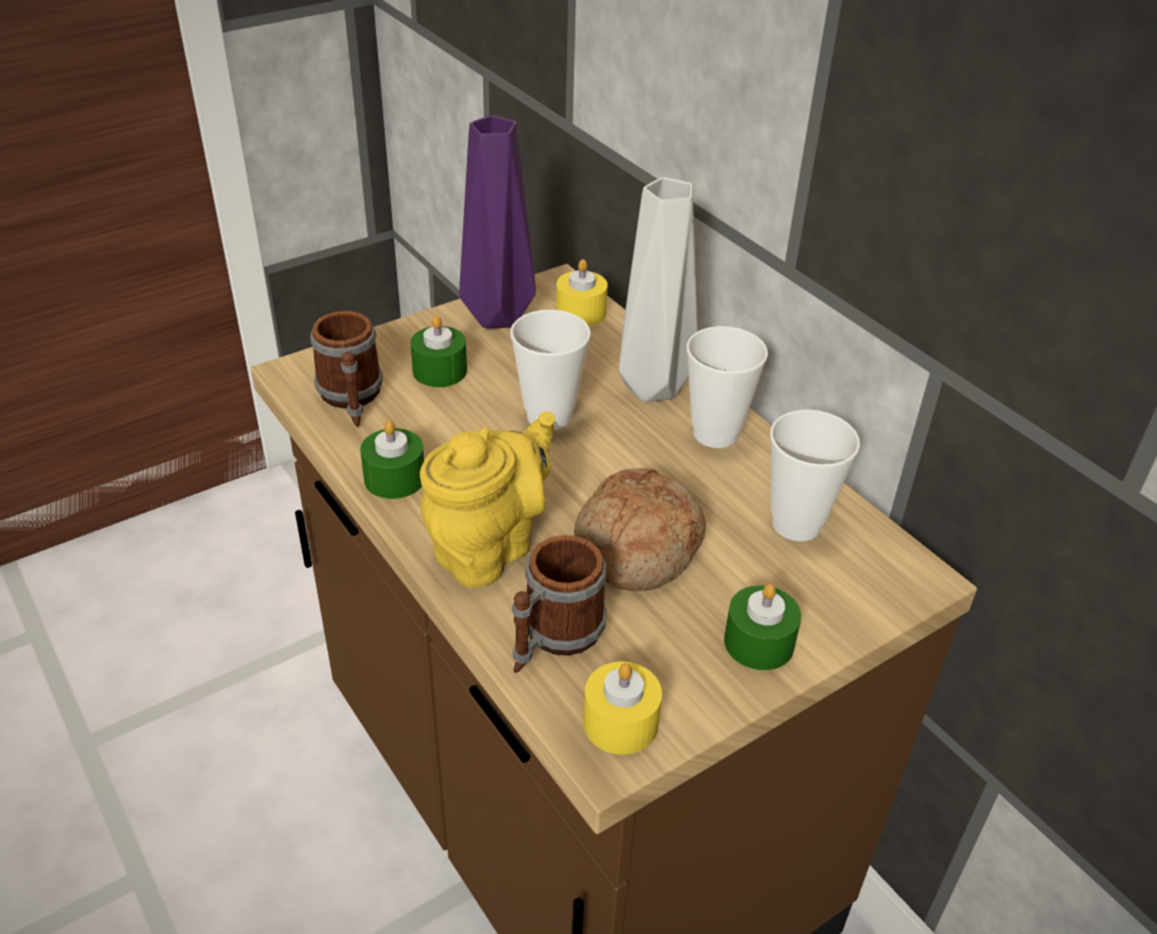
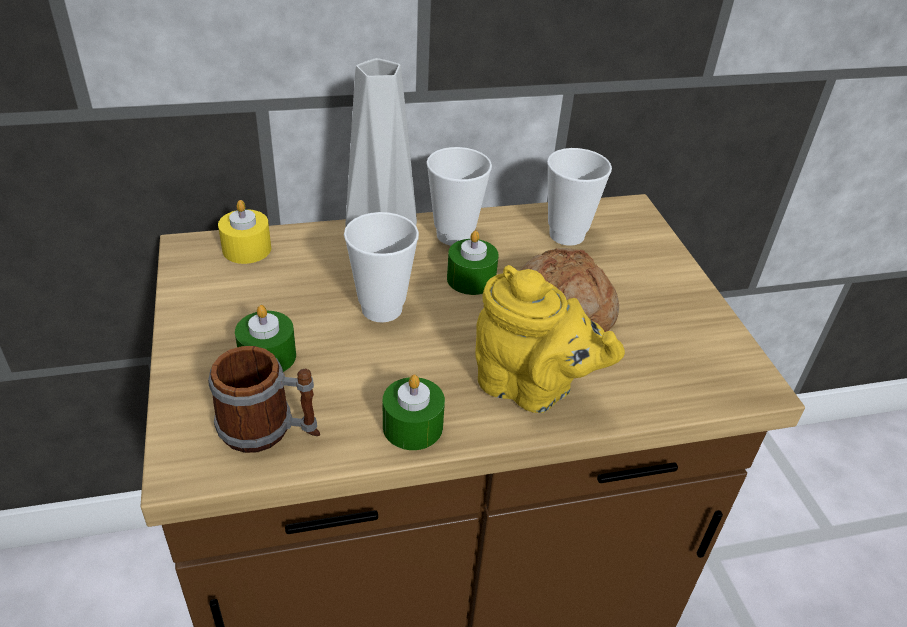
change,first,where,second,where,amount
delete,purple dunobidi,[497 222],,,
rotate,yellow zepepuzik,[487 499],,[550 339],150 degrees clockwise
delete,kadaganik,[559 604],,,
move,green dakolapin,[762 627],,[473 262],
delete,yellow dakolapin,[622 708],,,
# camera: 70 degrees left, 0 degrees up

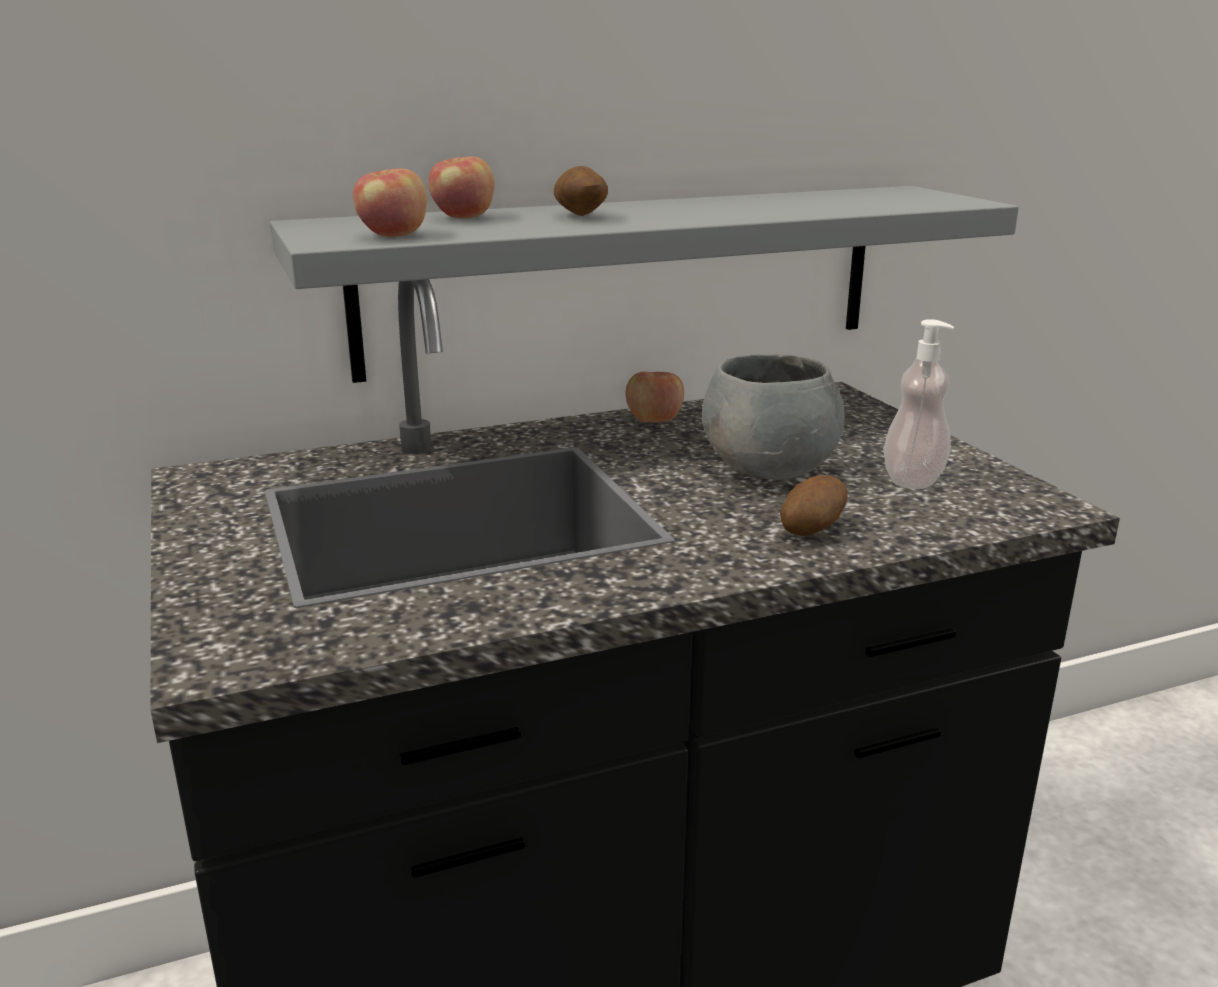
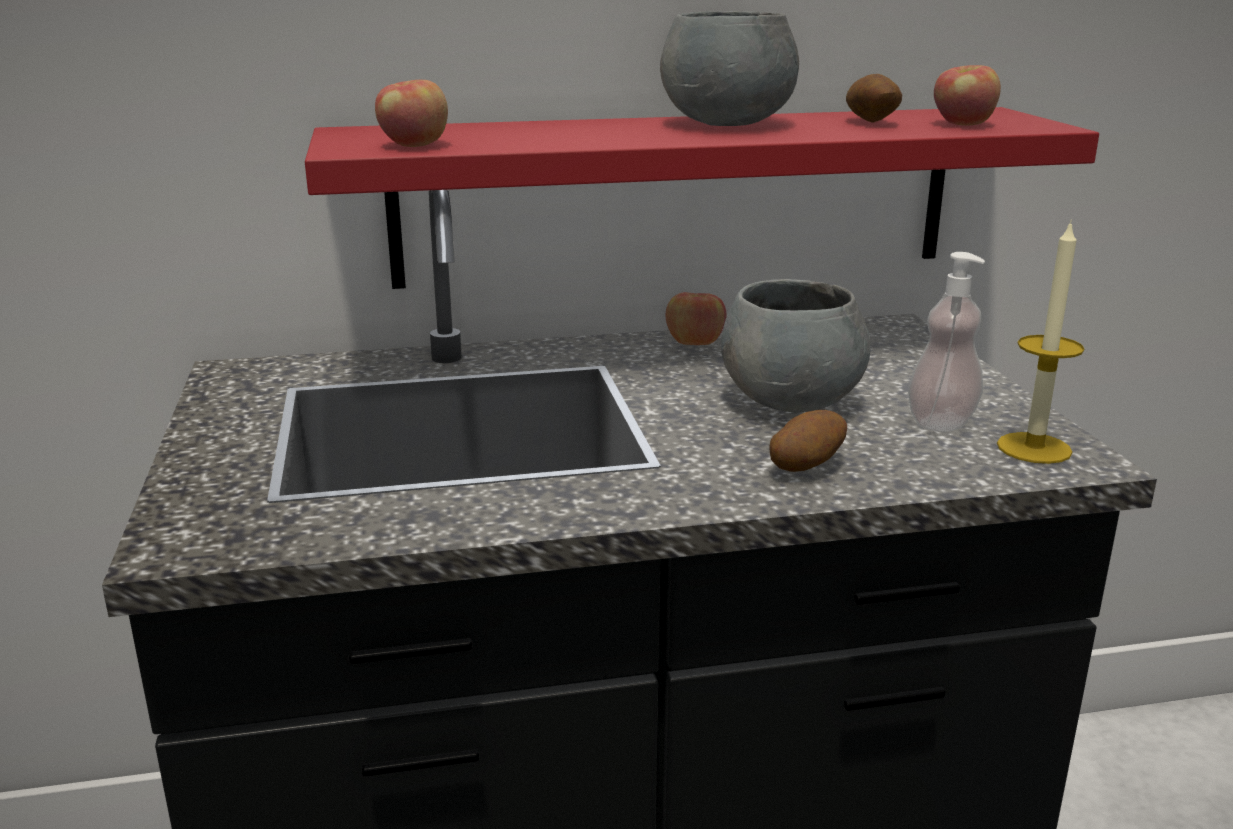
change,first,where,second,where,amount
move,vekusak,[461 188],,[967 95],
move,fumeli,[581 191],,[874 98],
recolor,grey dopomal,[644 284],red dopomal,[702 198],
insert,,,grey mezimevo,[729 68],
insert,,,dakolapin,[1041 342],
# camera: 10 degrees right, 0 degrees up

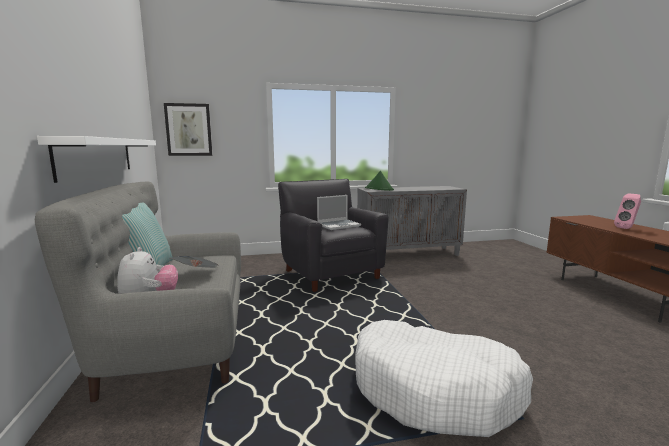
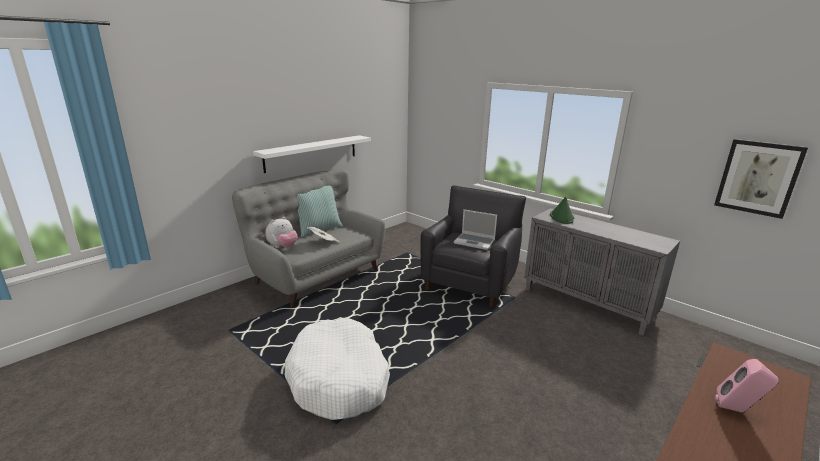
change,first,where,second,where,amount
move,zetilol,[188 129],,[761 179],
# camera: 55 degrees right, 10 degrees up

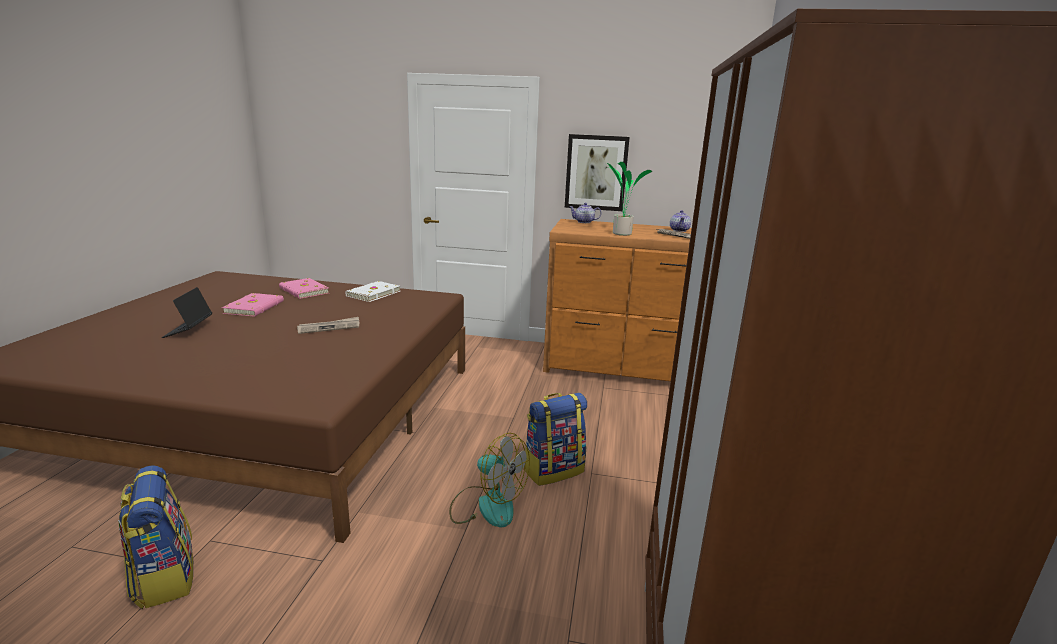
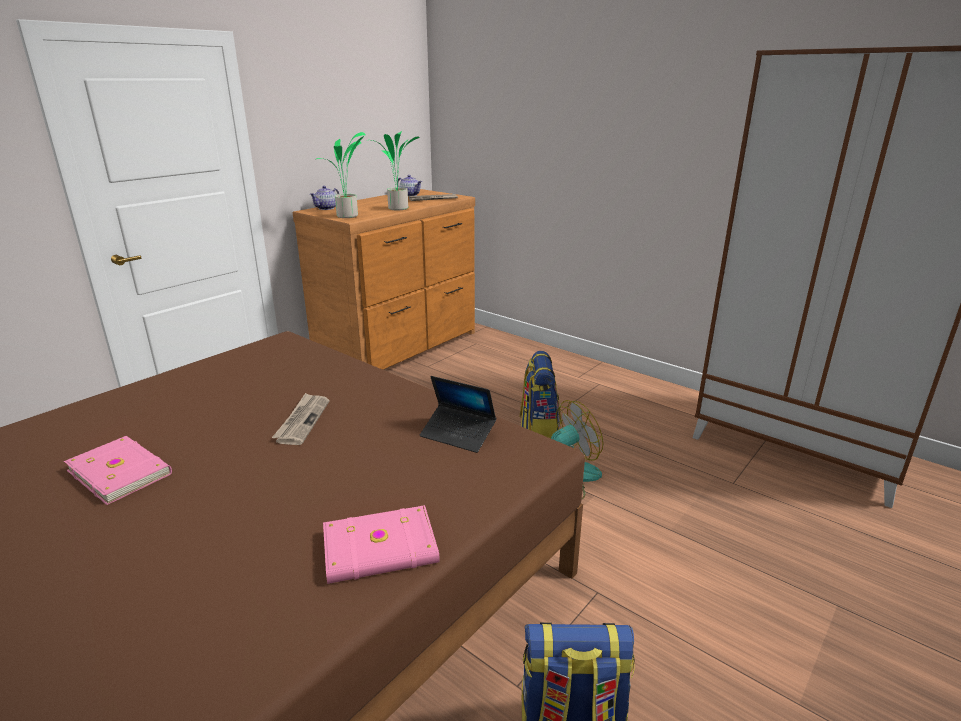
change,first,where,second,where,amount
delete,zetilol,[597 172],,,
move,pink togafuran,[304 288],,[381 544],
delete,white togafuran,[372 291],,,
move,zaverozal,[187 312],,[458 414],
insert,,,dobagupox,[341 175],
# camera: 60 degrees left, 5 degrees up

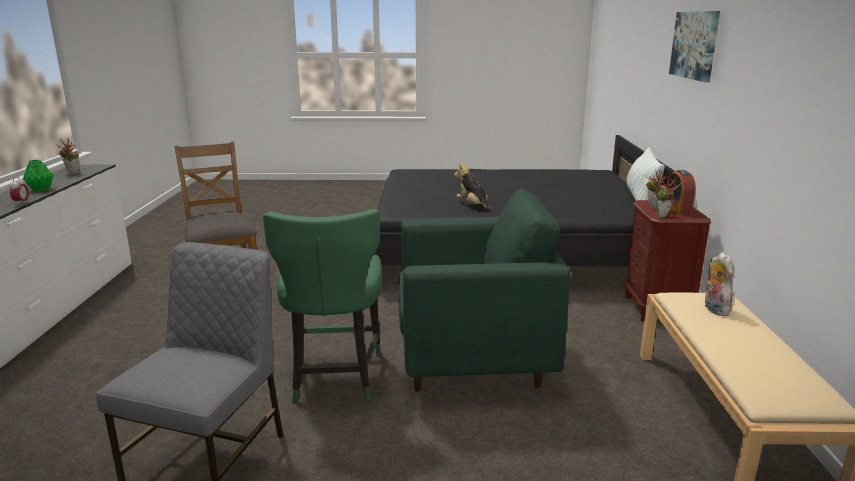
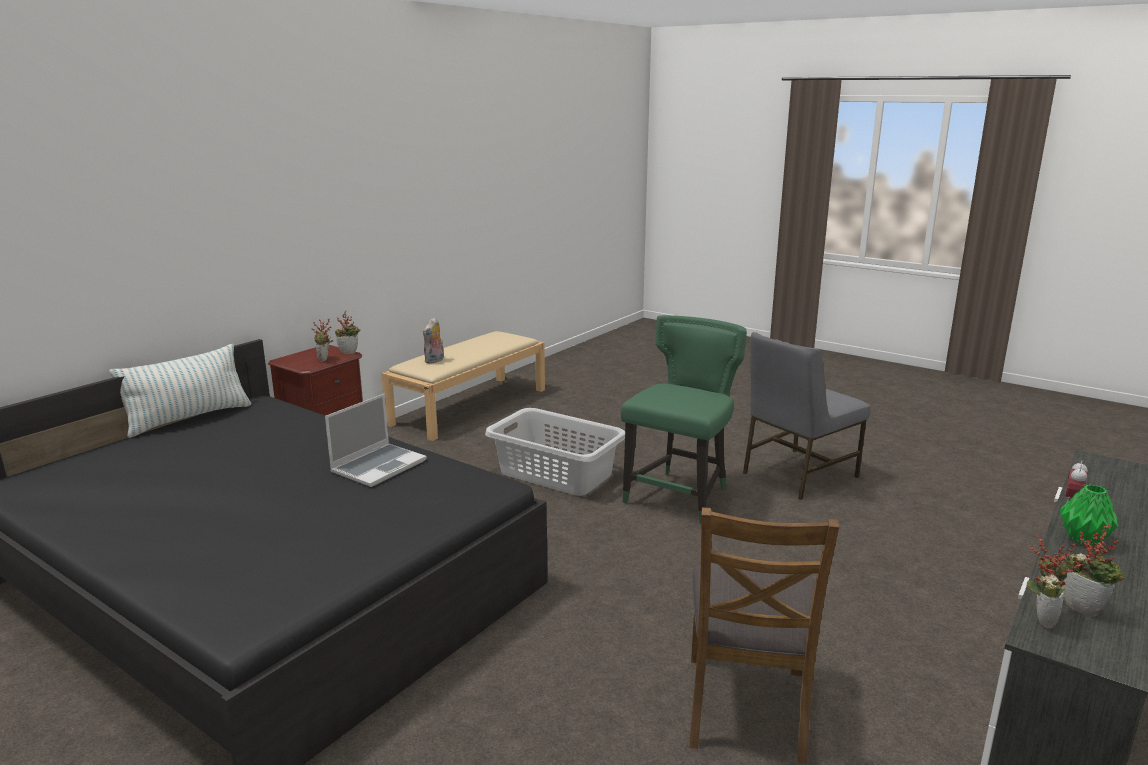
change,first,where,second,where,amount
delete,zetilol,[694 46],,,
replace,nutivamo,[473 187],zaverozal,[376 440],
delete,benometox,[681 192],,,
replace,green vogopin,[484 290],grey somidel,[555 452],
insert,,,dobagupox,[1054 582],
# camera: 145 degrees left, 0 degrees up

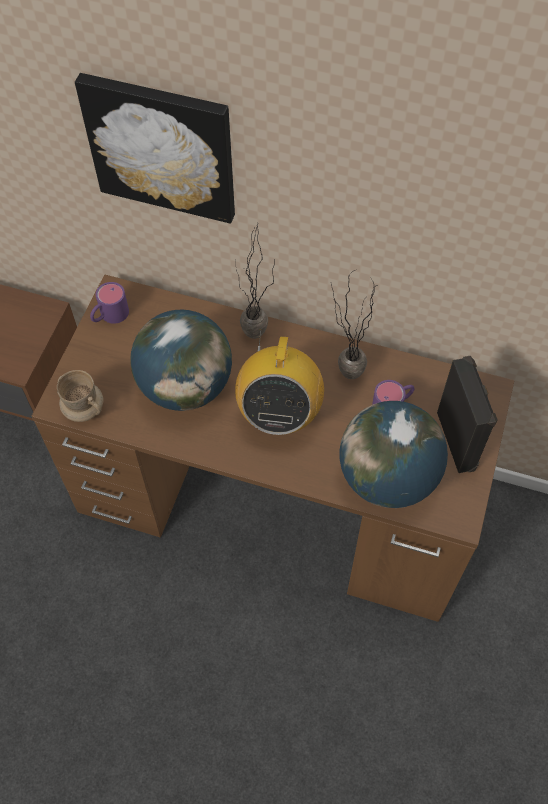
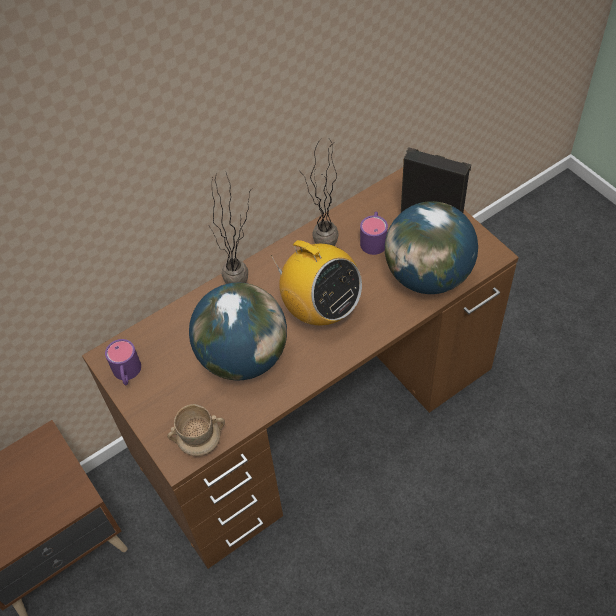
change,first,where,second,where,amount
delete,zetilol,[155 148],,,
# camera: 50 degrees left, 5 degrees down

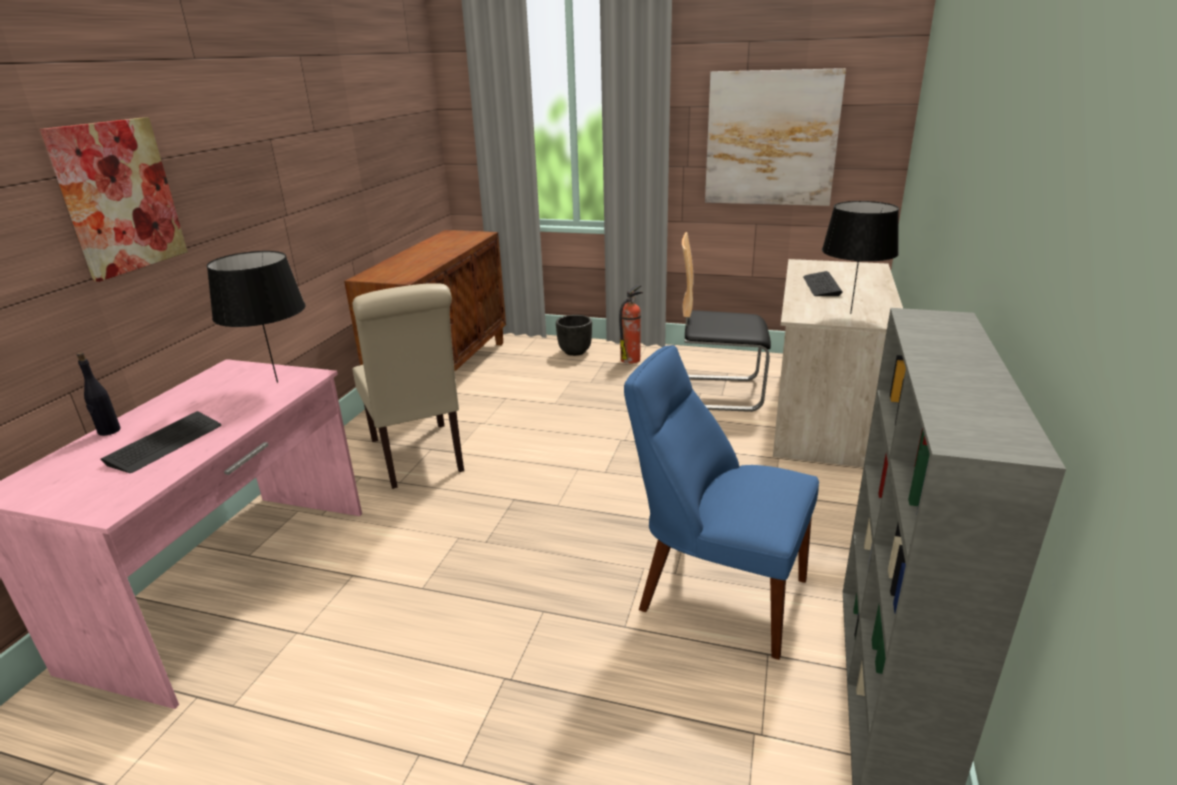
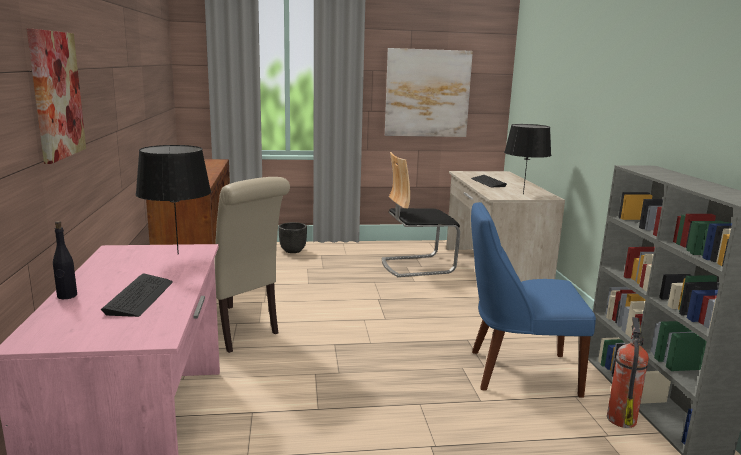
change,first,where,second,where,amount
move,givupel,[631 324],,[628 372],
# camera: 25 degrees left, 10 degrees down

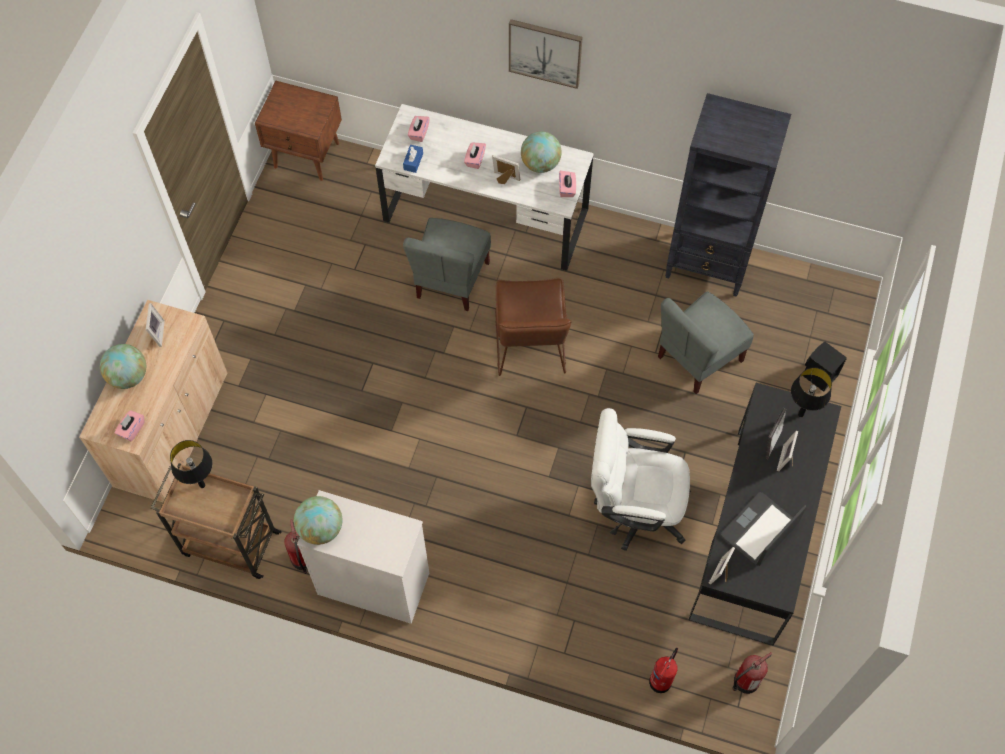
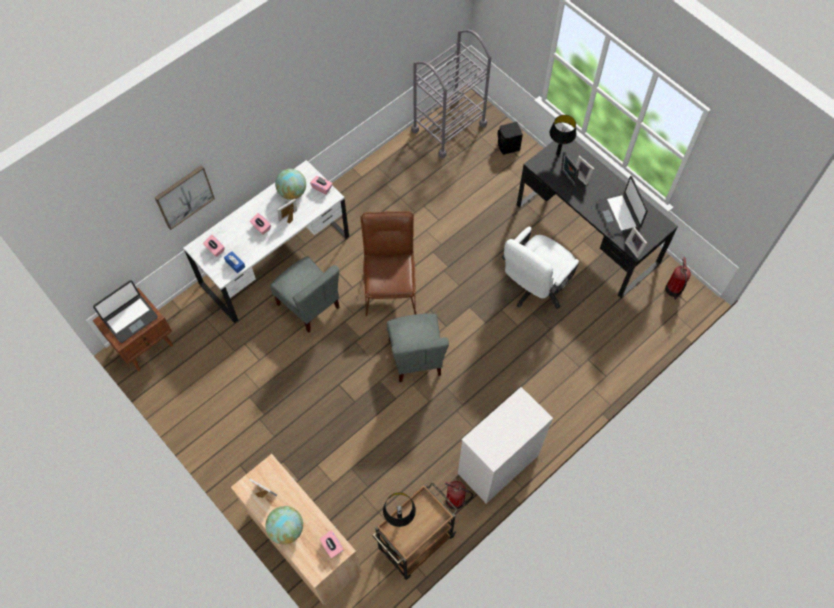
change,first,where,second,where,amount
move,zetilol,[546 54],,[185 197],
delete,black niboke,[728 195],,,
rotate,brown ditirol,[533 327],,[388 263],120 degrees counterclockwise
move,grey ditirol,[706 342],,[418 347],
delete,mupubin,[318 520],,,
delete,givupel,[663 670],,,
insert,,,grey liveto,[451 93],
insert,,,zaverozal,[125 311],
# camera: 60 degrees left, 0 degrees up

